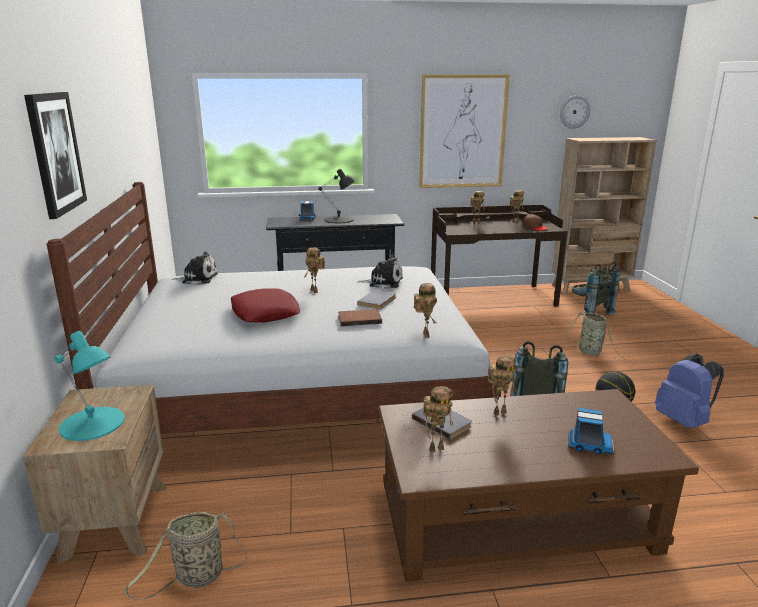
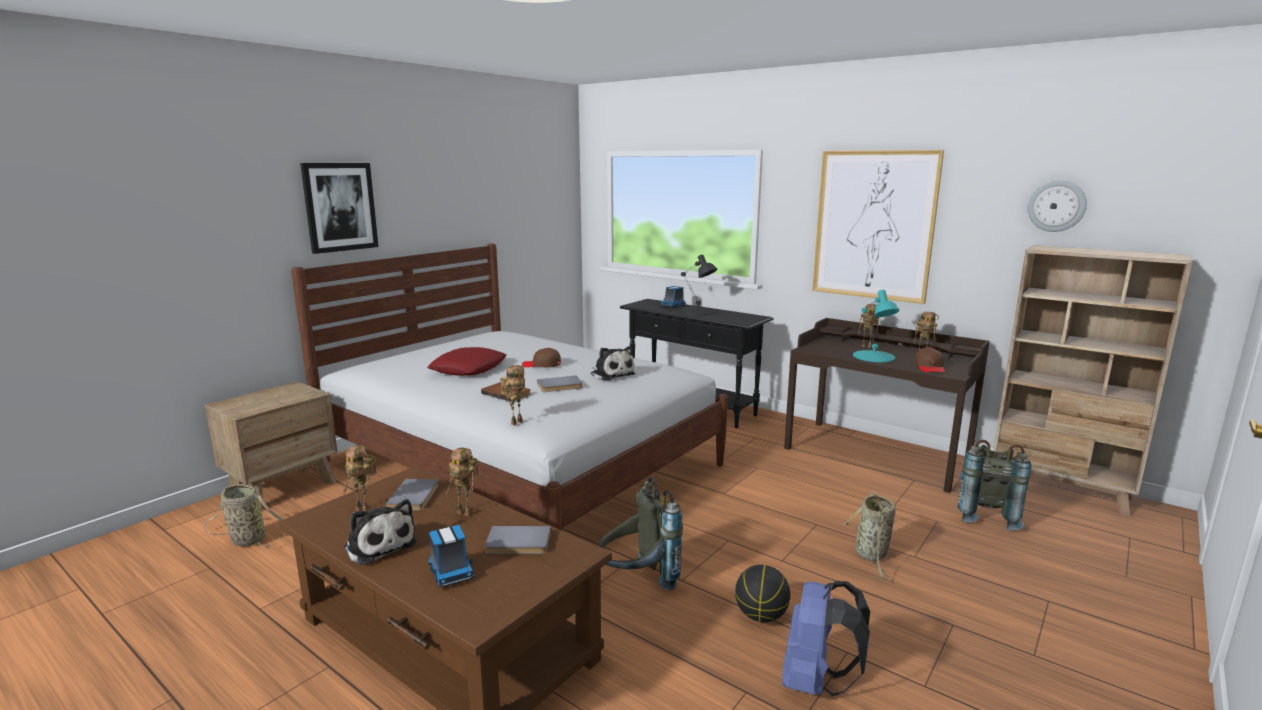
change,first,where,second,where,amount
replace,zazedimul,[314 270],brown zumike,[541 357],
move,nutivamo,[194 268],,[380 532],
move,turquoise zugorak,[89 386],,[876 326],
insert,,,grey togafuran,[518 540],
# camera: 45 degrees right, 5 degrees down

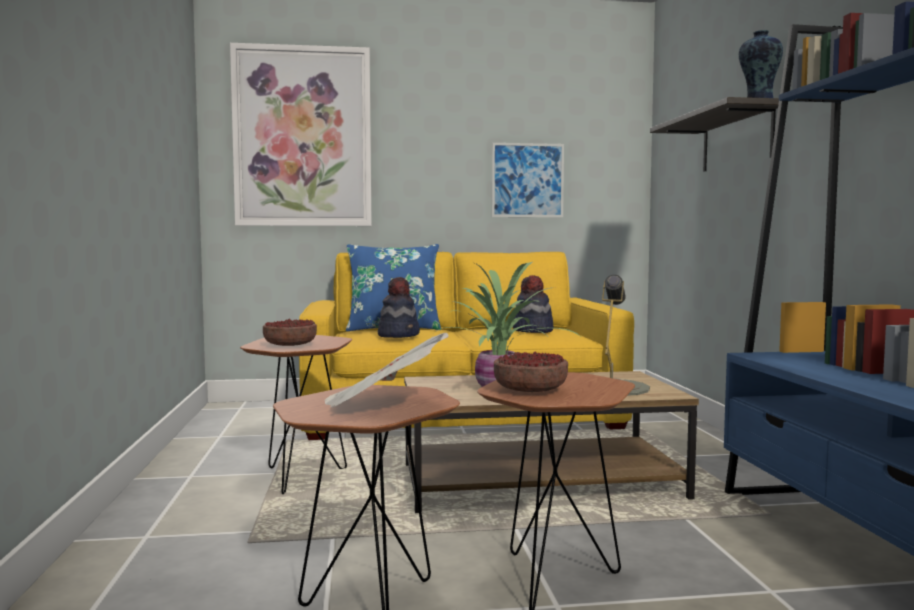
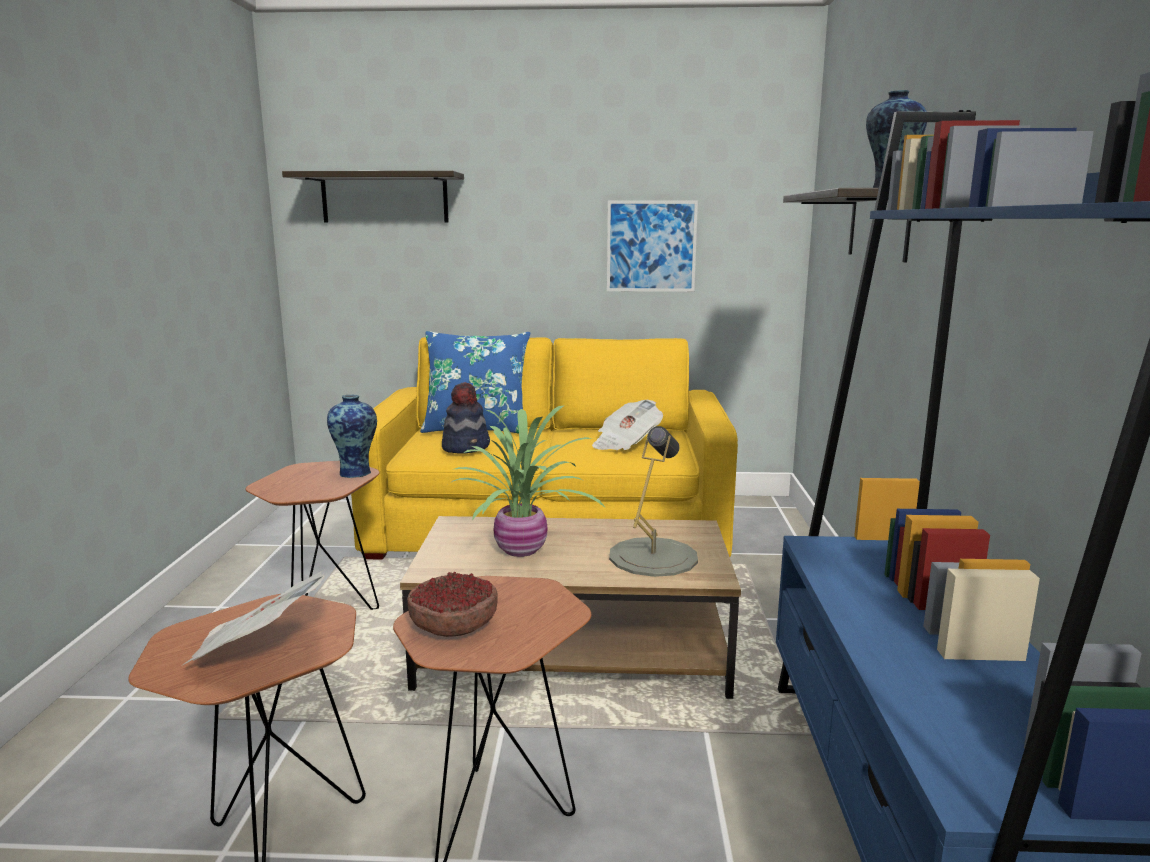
change,first,where,second,where,amount
replace,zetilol,[301 134],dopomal,[373 196],
replace,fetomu,[533 304],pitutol,[627 425],
delete,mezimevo,[290 332],,,
insert,,,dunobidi,[352 436],
# camera: 10 degrees right, 10 degrees up

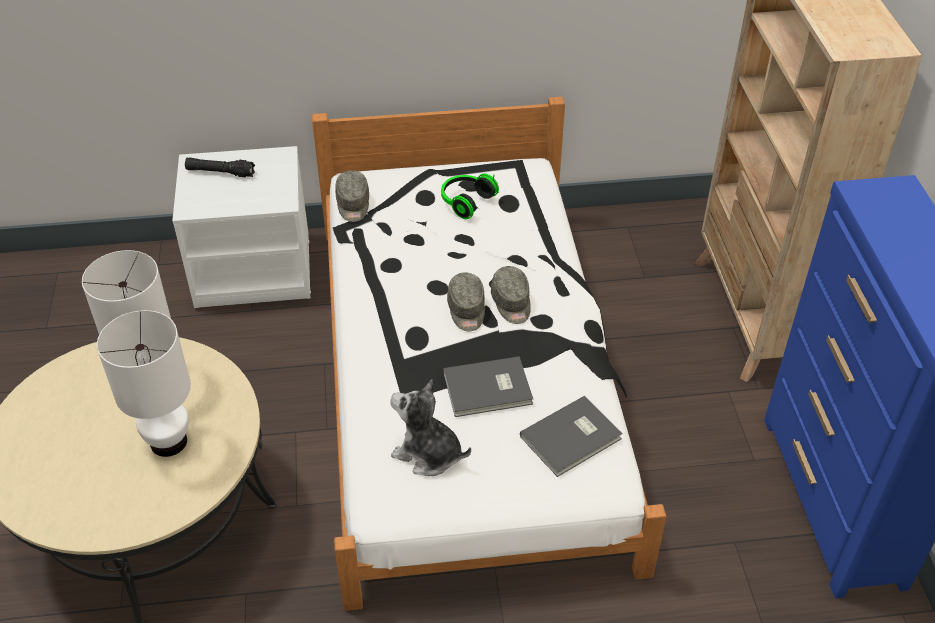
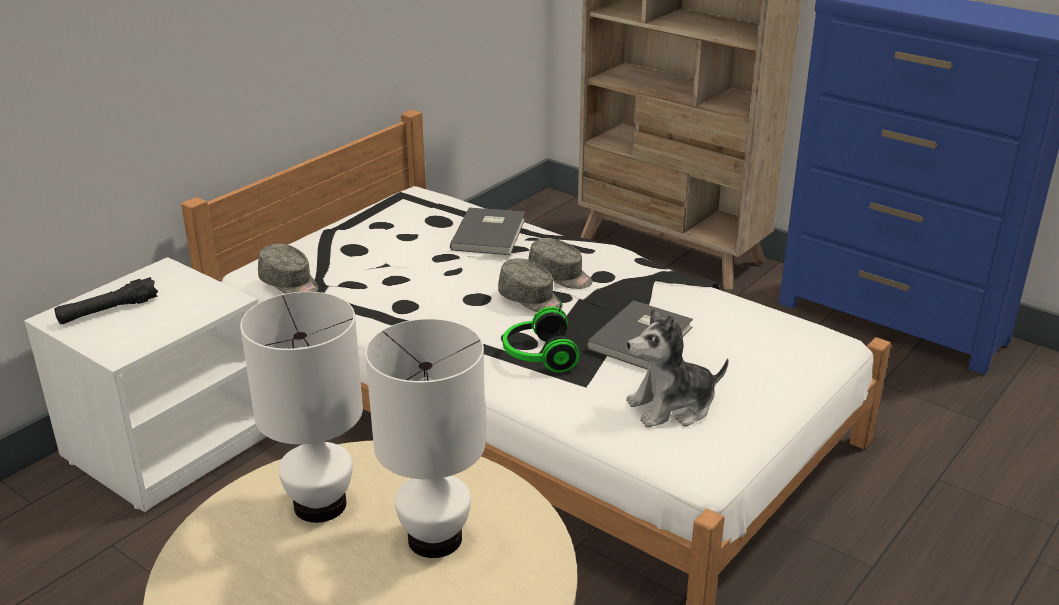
change,first,where,second,where,amount
move,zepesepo,[470 196],,[541 336],
move,grey togafuran,[571 436],,[487 231],
# camera: 45 degrees left, 15 degrees down

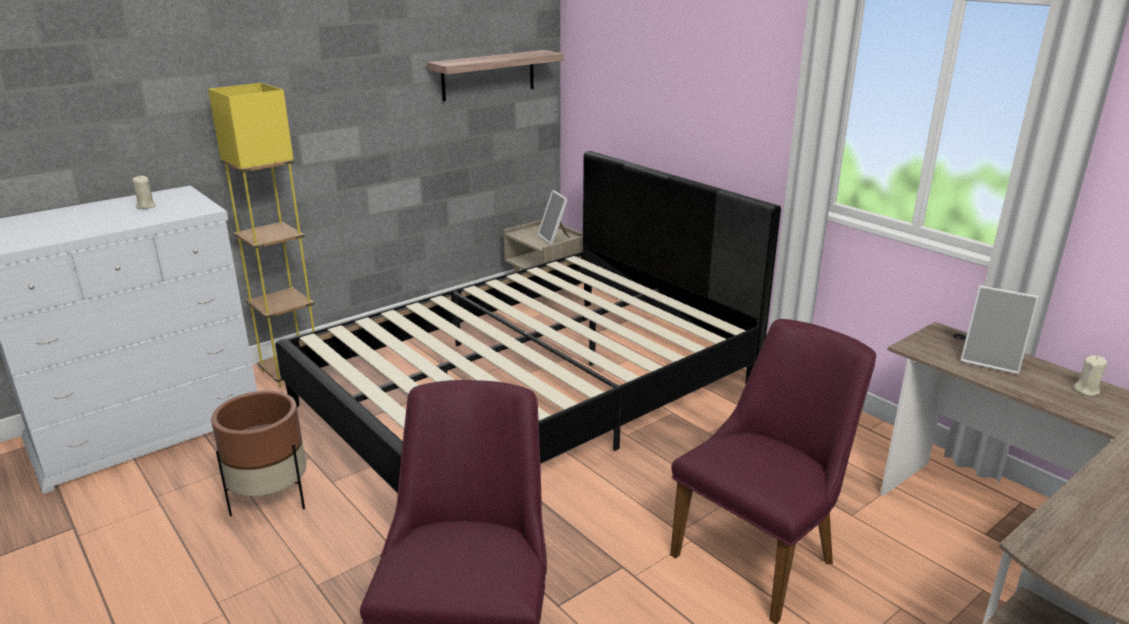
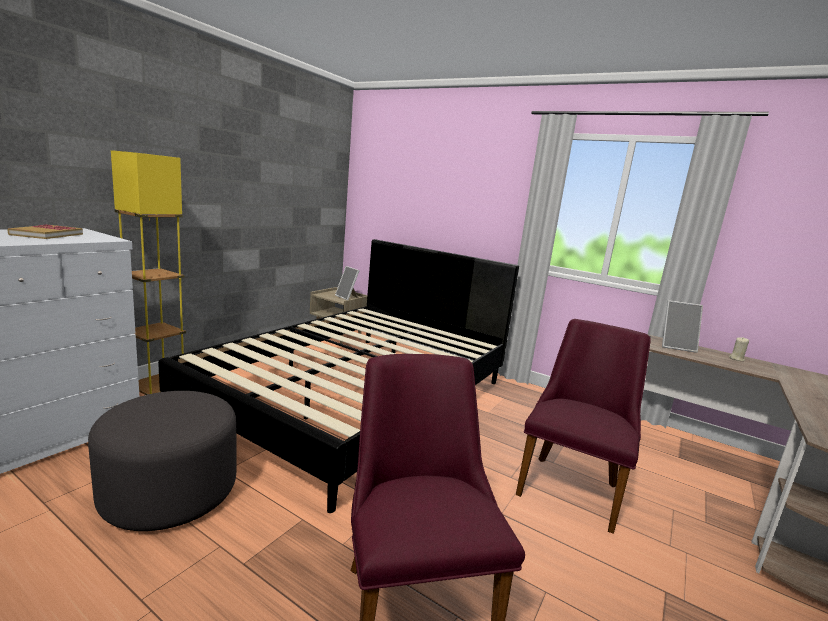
change,first,where,second,where,amount
delete,dopomal,[495 76],,,
replace,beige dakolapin,[144 192],togafuran,[45 231],
replace,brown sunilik,[258 454],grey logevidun,[162 461],
# camera: 20 degrees left, 10 degrees down

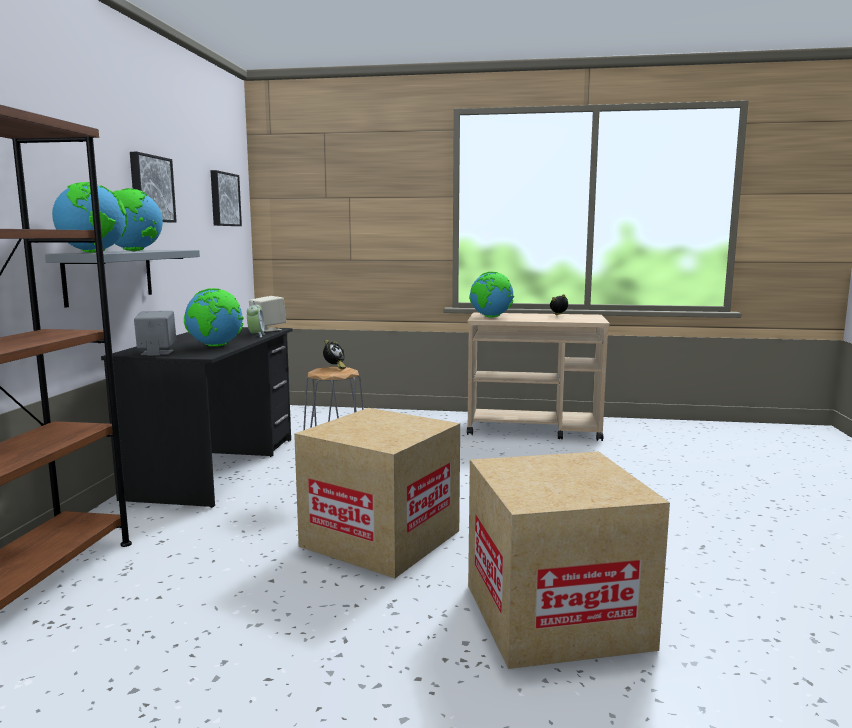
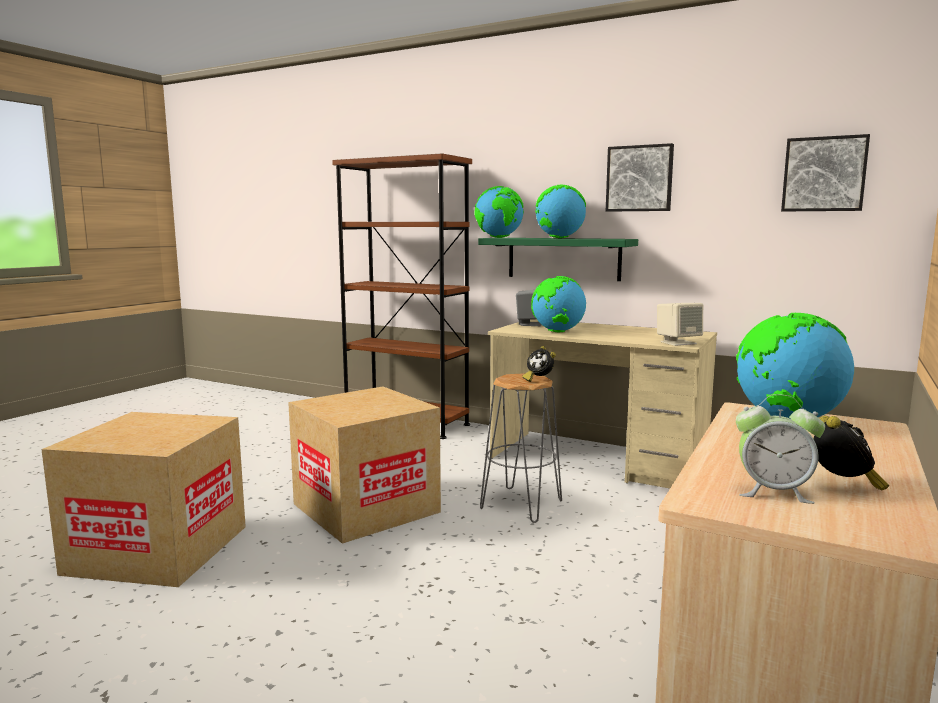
change,first,where,second,where,amount
recolor,grey dopomal,[122 279],green dopomal,[558 259],
move,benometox,[256 319],,[780 449],
recolor,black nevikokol,[197 417],beige nevikokol,[602 403],
# camera: 110 degrees right, 0 degrees up

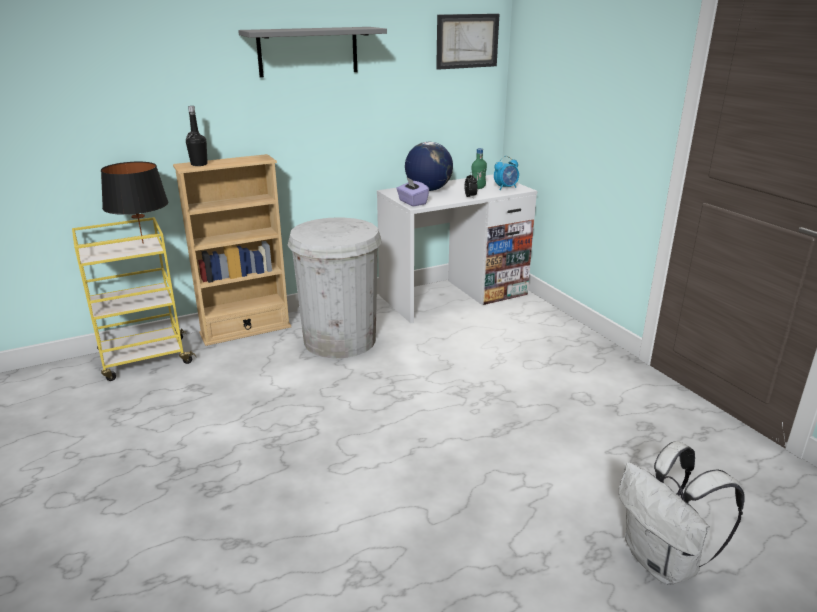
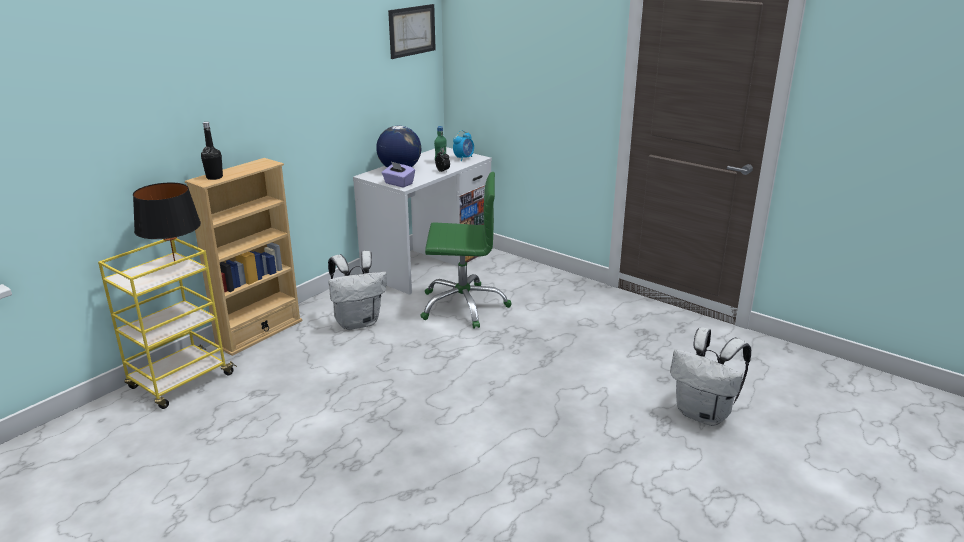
change,first,where,second,where,amount
delete,grey dopomal,[312 52],,,
replace,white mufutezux,[334 288],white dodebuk,[357 290],
insert,,,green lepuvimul,[465 250],
# camera: 25 degrees left, 0 degrees up

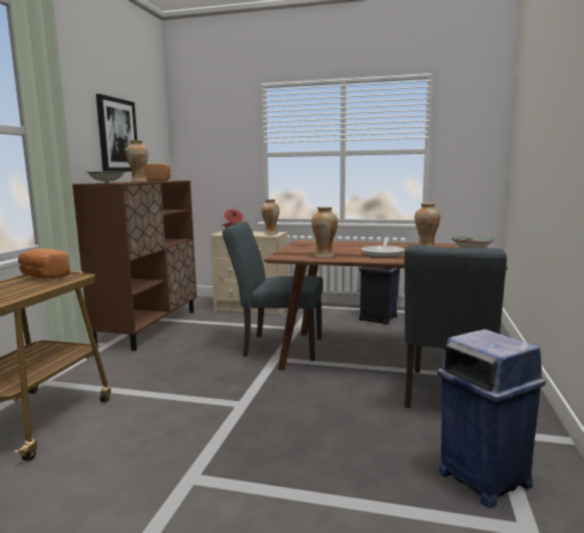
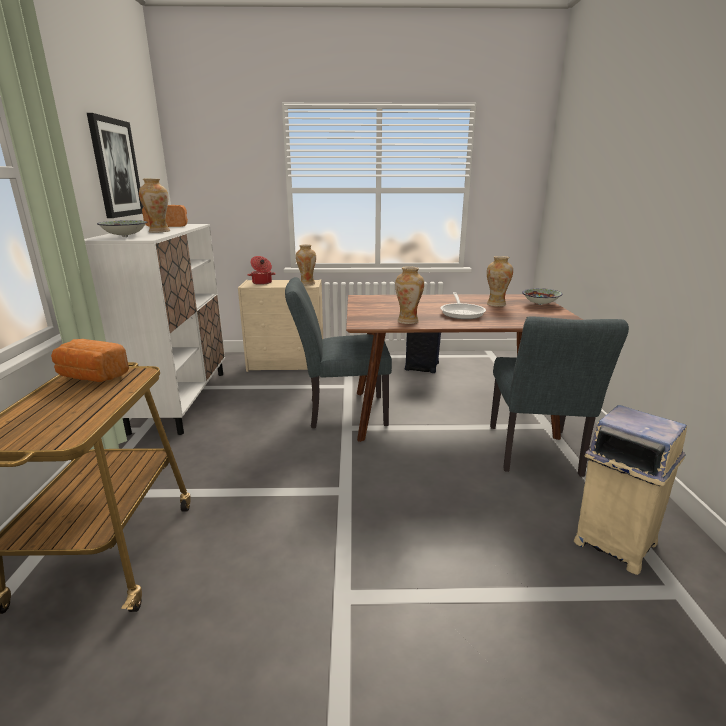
change,first,where,second,where,amount
recolor,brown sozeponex,[134 265],white sozeponex,[154 329],
recolor,blue mufutezux,[491 418],beige mufutezux,[630 490],
# camera: 15 degrees left, 10 degrees up

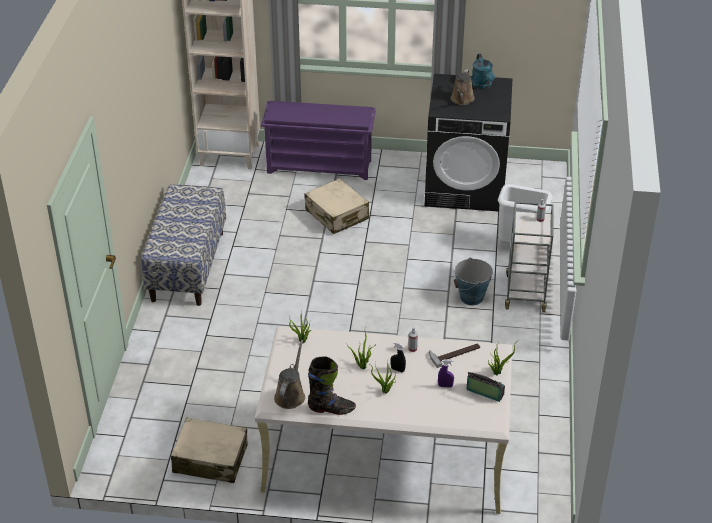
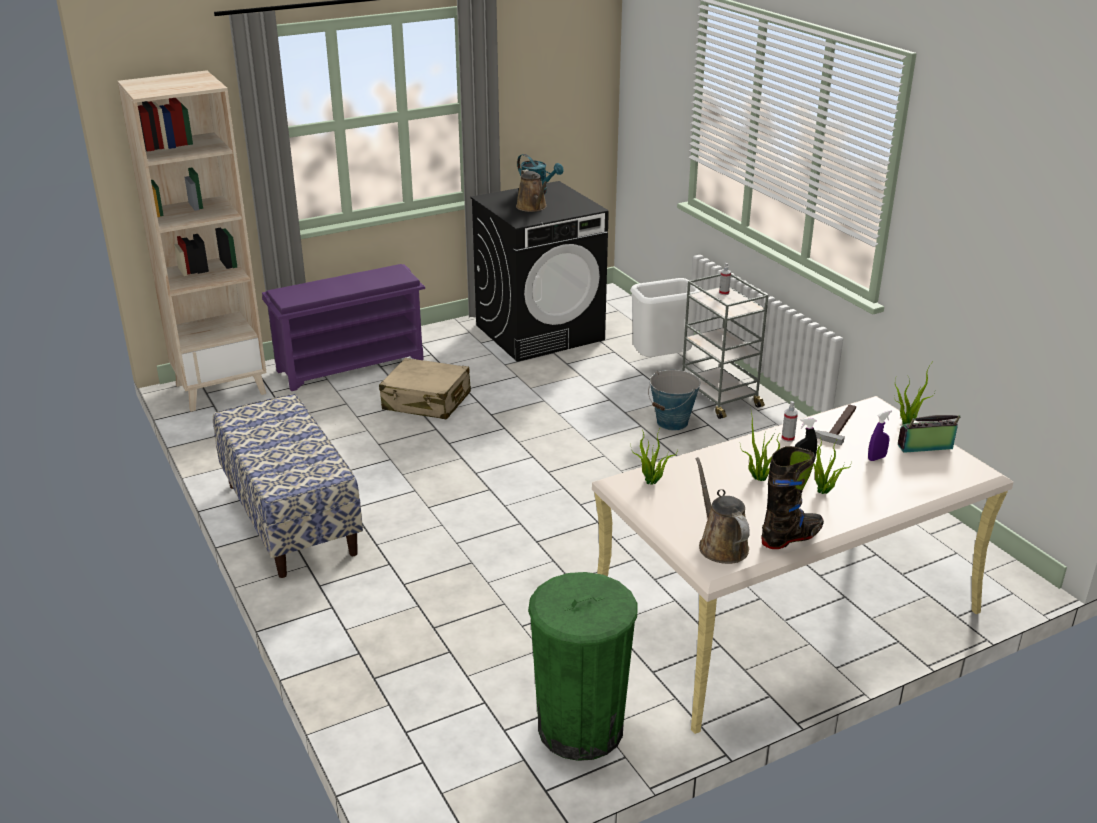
change,first,where,second,where,amount
replace,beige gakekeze,[209 450],green mufutezux,[583 666],
# camera: 35 degrees left, 10 degrees down

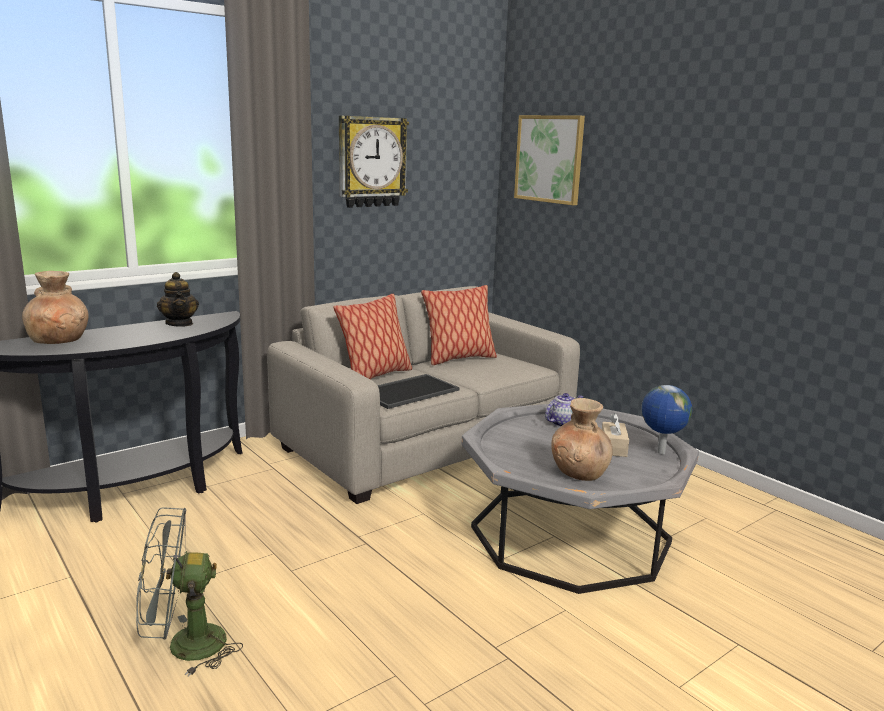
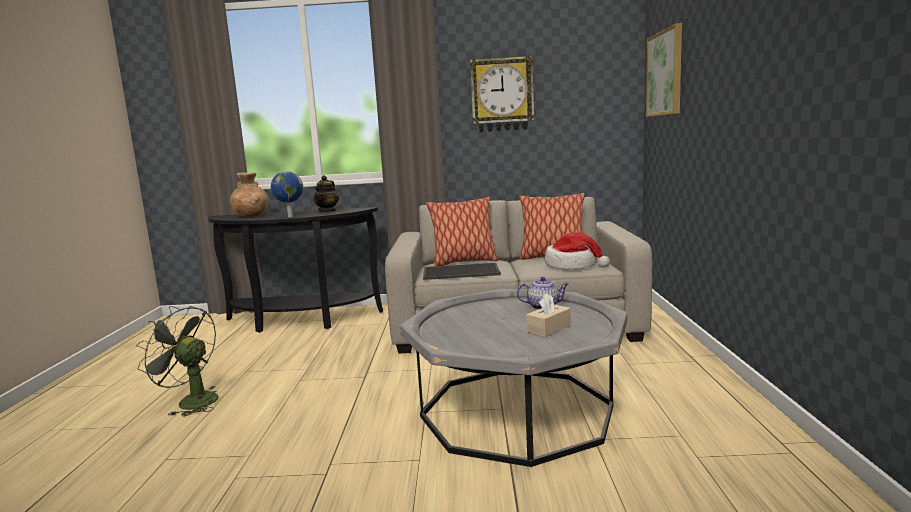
change,first,where,second,where,amount
move,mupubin,[666 419],,[287 194],
delete,brown dunobidi,[581 439],,,
insert,,,fetomu,[577 250],
# camera: 40 degrees right, 5 degrees down

